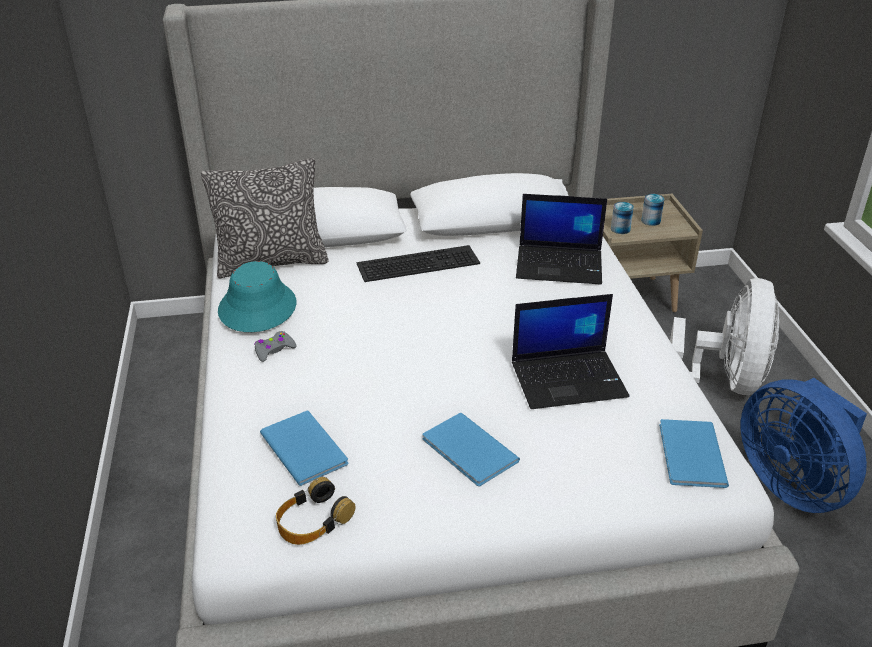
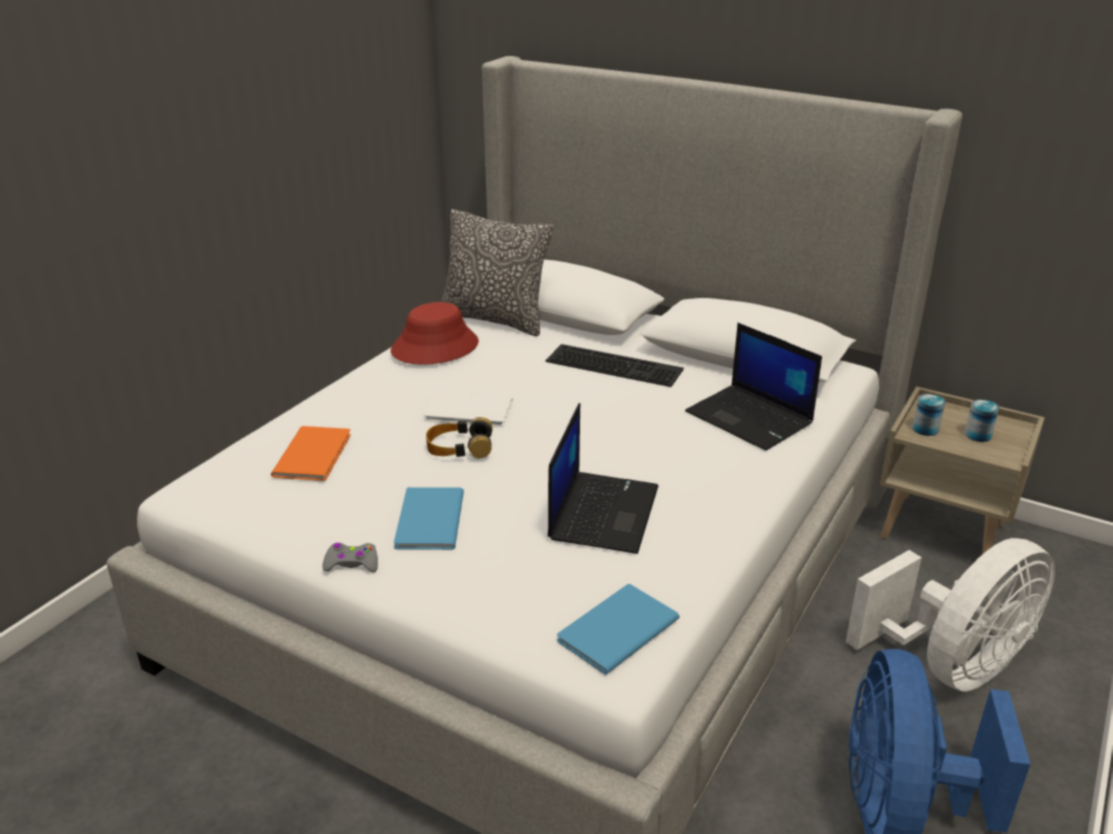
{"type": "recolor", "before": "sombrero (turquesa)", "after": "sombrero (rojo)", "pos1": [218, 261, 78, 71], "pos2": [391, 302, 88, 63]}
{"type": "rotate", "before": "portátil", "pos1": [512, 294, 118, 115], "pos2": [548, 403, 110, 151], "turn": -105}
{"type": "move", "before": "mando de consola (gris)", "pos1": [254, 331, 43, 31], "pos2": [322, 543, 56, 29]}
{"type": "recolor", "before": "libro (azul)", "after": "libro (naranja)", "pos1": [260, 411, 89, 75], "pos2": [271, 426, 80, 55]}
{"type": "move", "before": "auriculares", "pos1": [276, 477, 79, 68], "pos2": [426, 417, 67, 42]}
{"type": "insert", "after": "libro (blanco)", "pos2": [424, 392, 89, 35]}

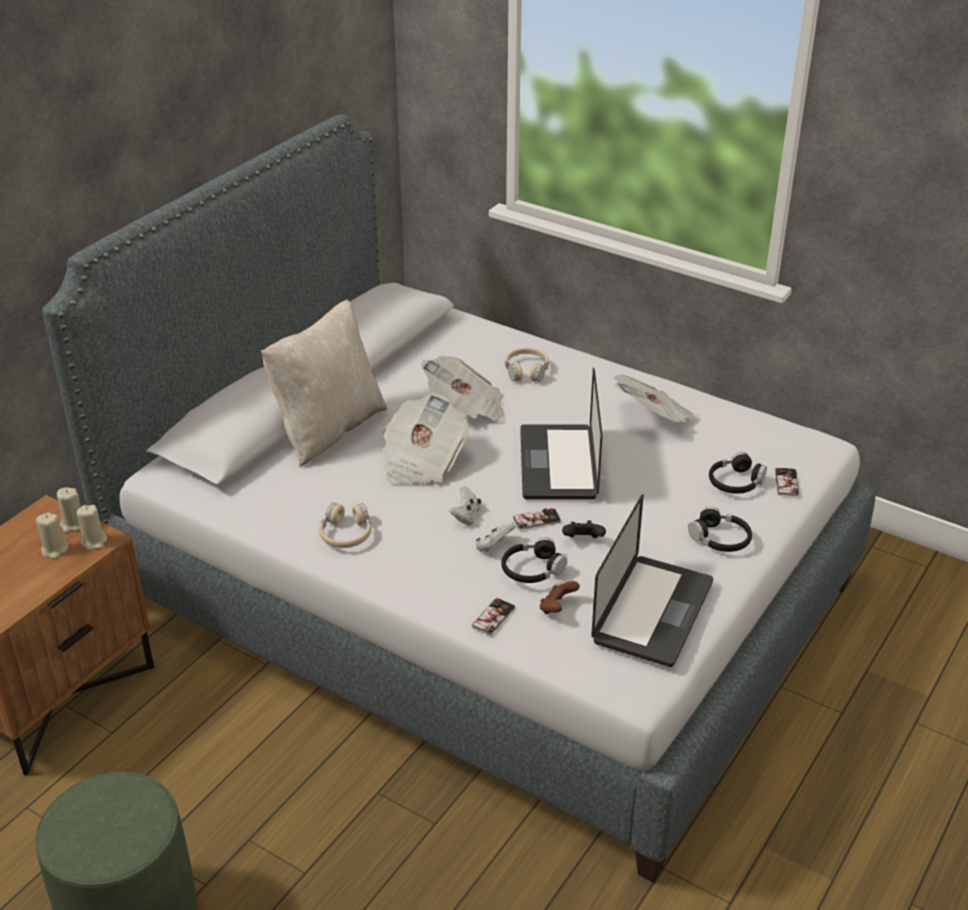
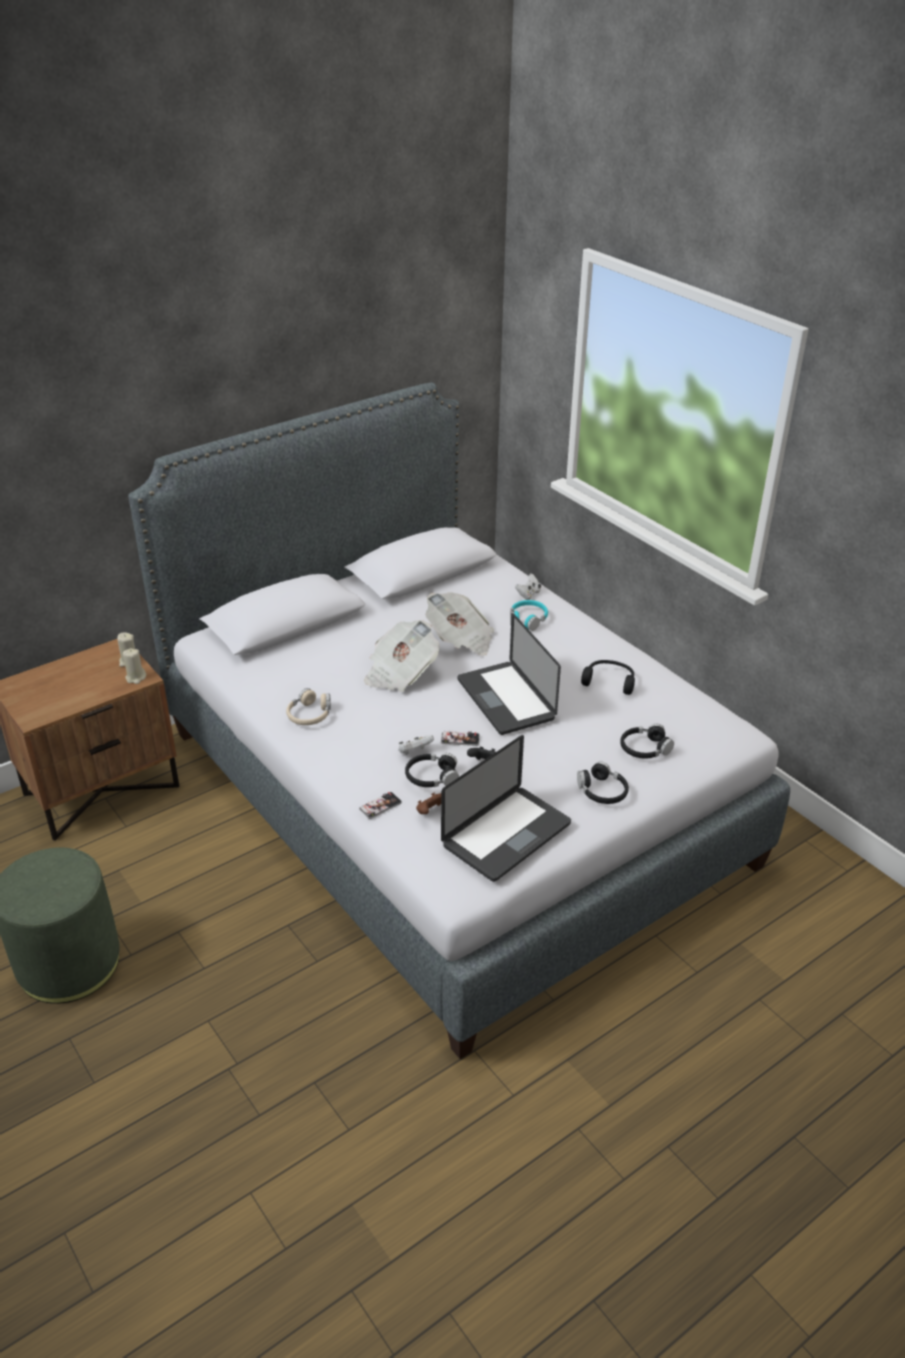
{"type": "delete", "before": "cojín (beis)", "pos1": [261, 300, 126, 167]}
{"type": "recolor", "before": "auriculares (beis)", "after": "auriculares (turquesa)", "pos1": [505, 348, 44, 34], "pos2": [510, 600, 38, 31]}
{"type": "rotate", "before": "portátil", "pos1": [520, 367, 83, 133], "pos2": [458, 613, 103, 122], "turn": -45}
{"type": "replace", "before": "periódico", "after": "auriculares (negro)", "pos1": [614, 375, 86, 48], "pos2": [581, 660, 54, 35]}
{"type": "delete", "before": "móvil", "pos1": [775, 468, 24, 28]}
{"type": "move", "before": "mando de consola (blanco)", "pos1": [450, 486, 31, 40], "pos2": [515, 573, 26, 27]}
{"type": "delete", "before": "vela (beis)", "pos1": [36, 512, 33, 47]}

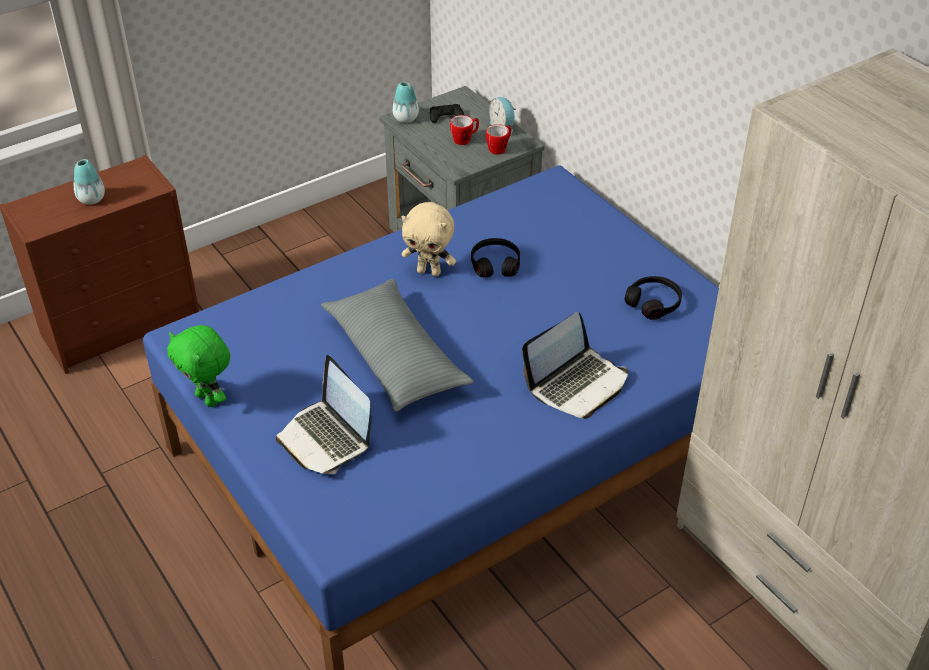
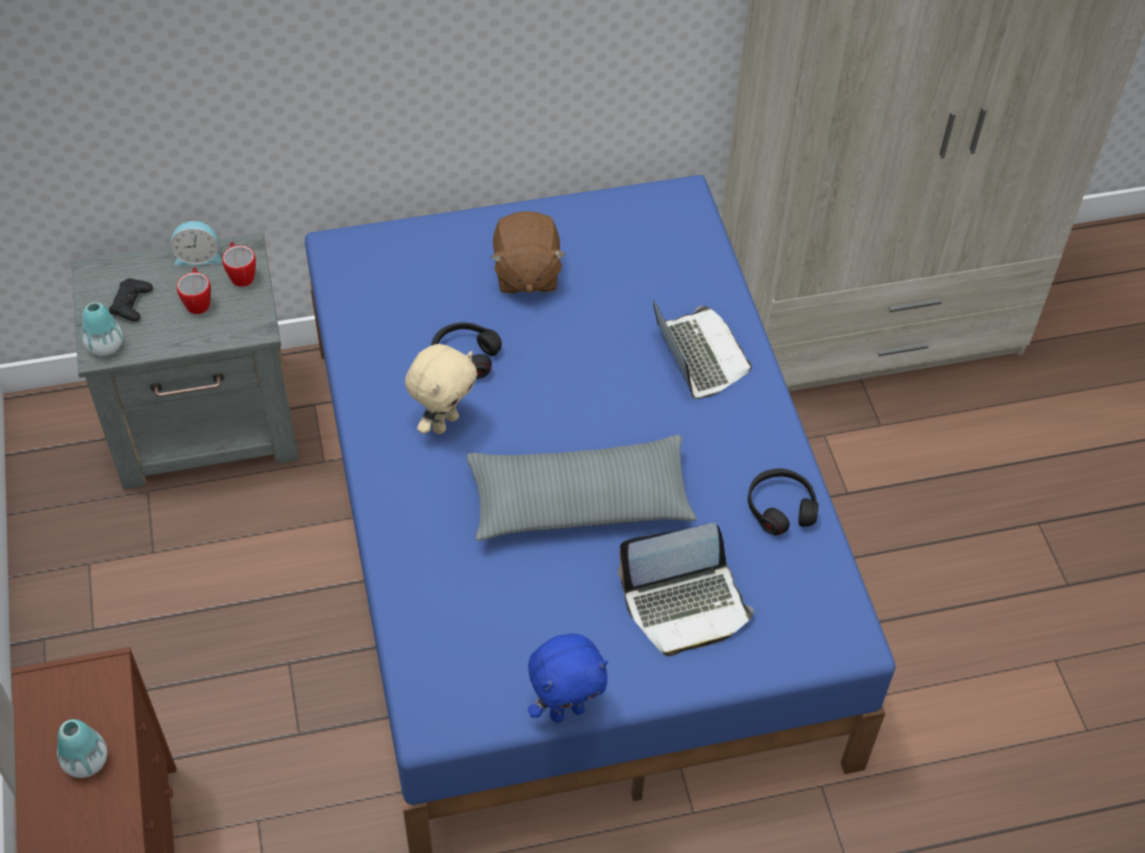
{"type": "move", "before": "auriculares (negro)", "pos1": [624, 276, 58, 44], "pos2": [748, 468, 70, 67]}
{"type": "recolor", "before": "peluche (verde)", "after": "peluche (azul)", "pos1": [167, 325, 63, 82], "pos2": [528, 634, 80, 89]}
{"type": "insert", "after": "peluche (marrón)", "pos2": [491, 211, 74, 83]}

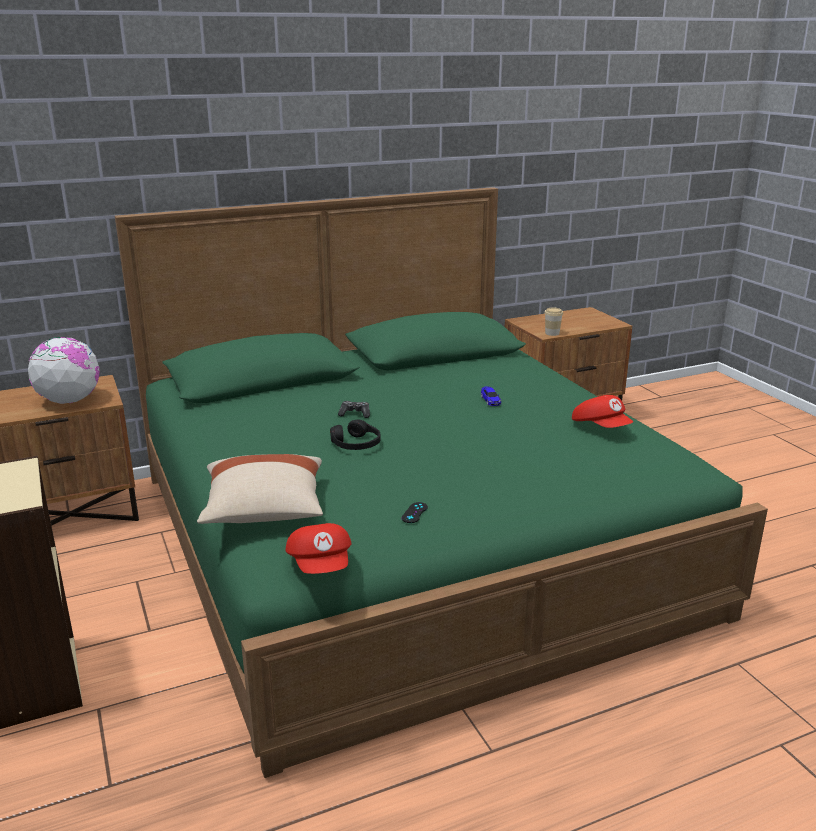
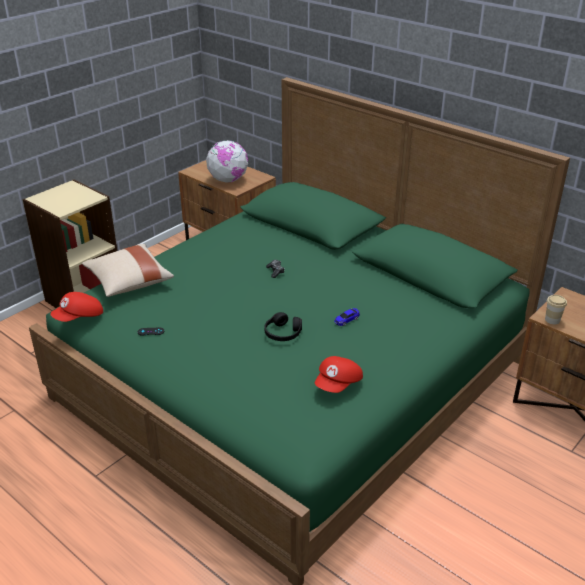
{"type": "move", "before": "auriculares (negro)", "pos1": [330, 420, 51, 30], "pos2": [264, 312, 38, 29]}

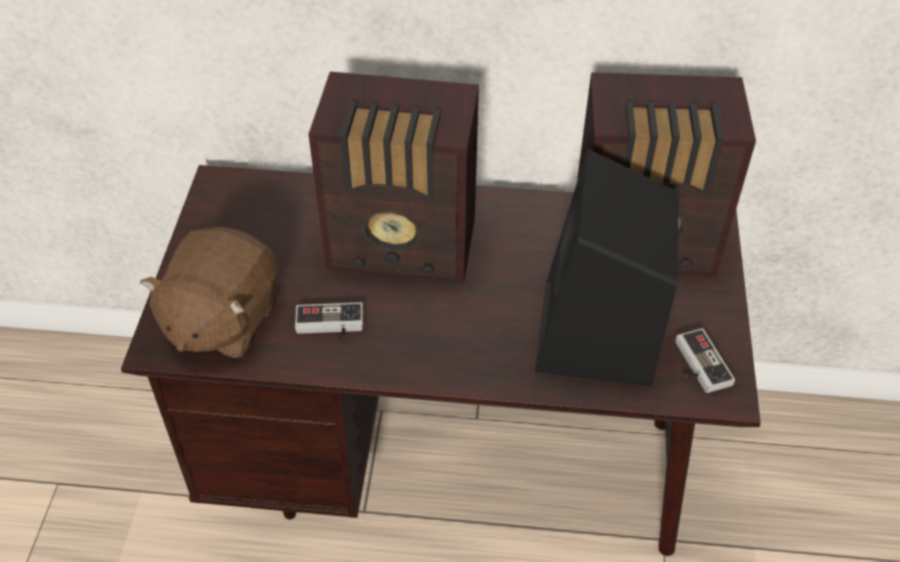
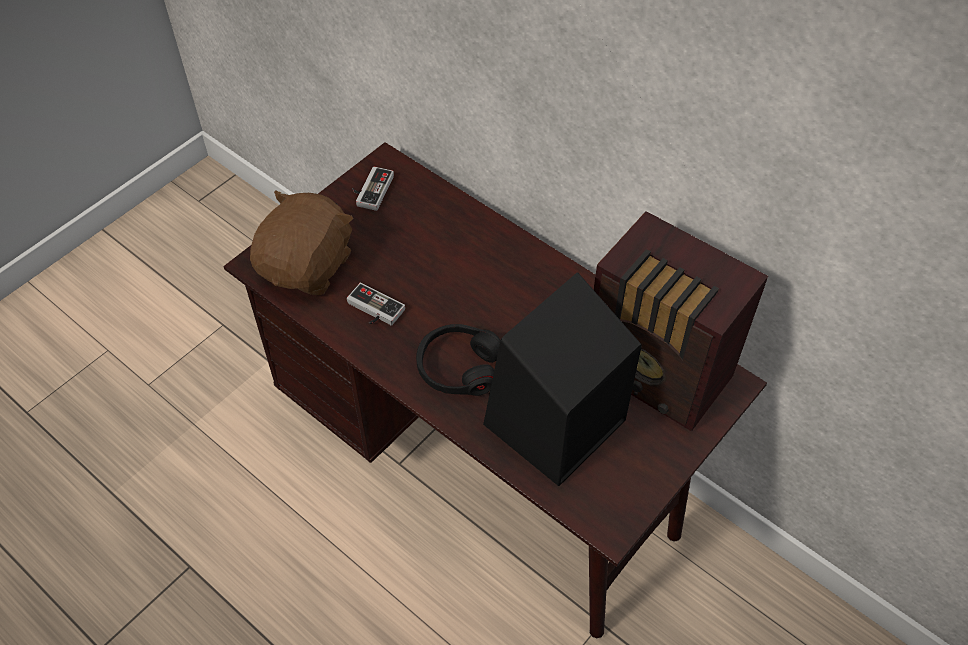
{"type": "delete", "before": "radio", "pos1": [309, 72, 170, 211]}
{"type": "rotate", "before": "peluche (marrón)", "pos1": [140, 227, 137, 131], "pos2": [250, 190, 103, 105], "turn": 150}
{"type": "move", "before": "mando de consola", "pos1": [676, 328, 59, 65], "pos2": [352, 167, 42, 44]}
{"type": "insert", "after": "auriculares (negro)", "pos2": [416, 324, 85, 72]}

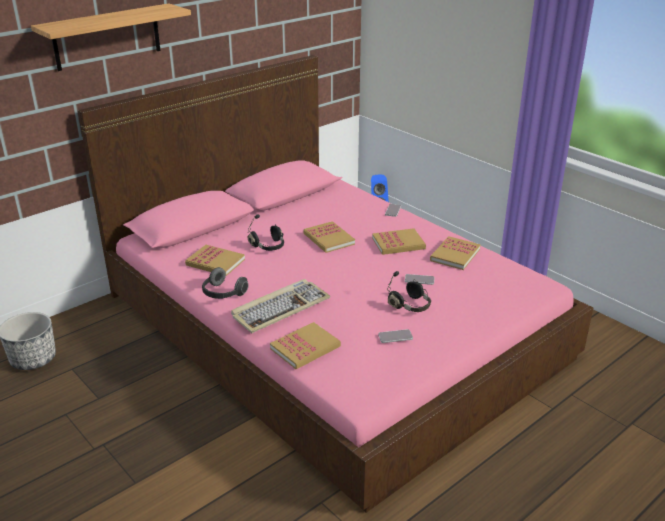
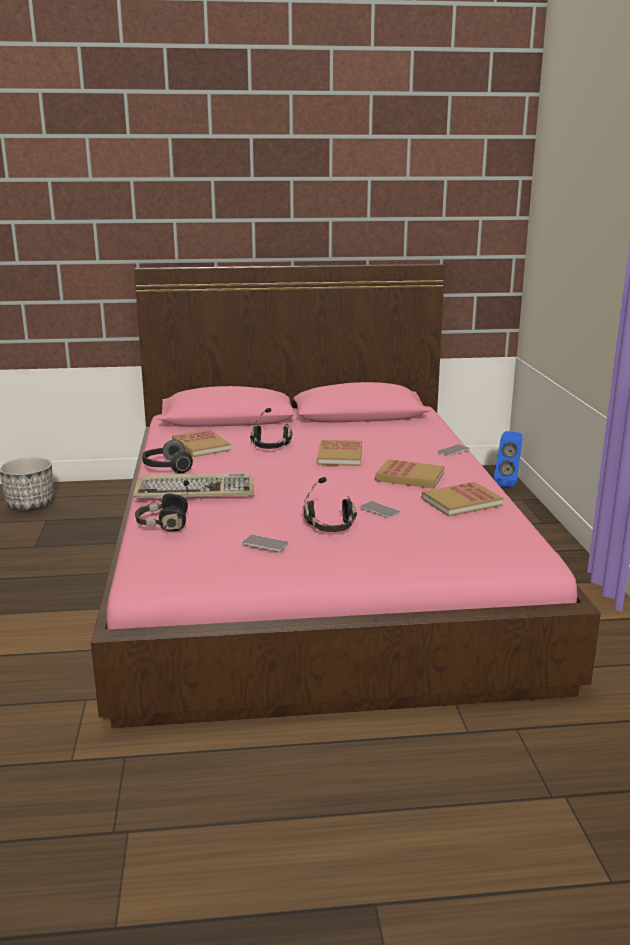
{"type": "delete", "before": "estante", "pos1": [31, 3, 160, 68]}
{"type": "replace", "before": "libro", "after": "auriculares (negro)", "pos1": [270, 322, 71, 47], "pos2": [135, 480, 54, 51]}

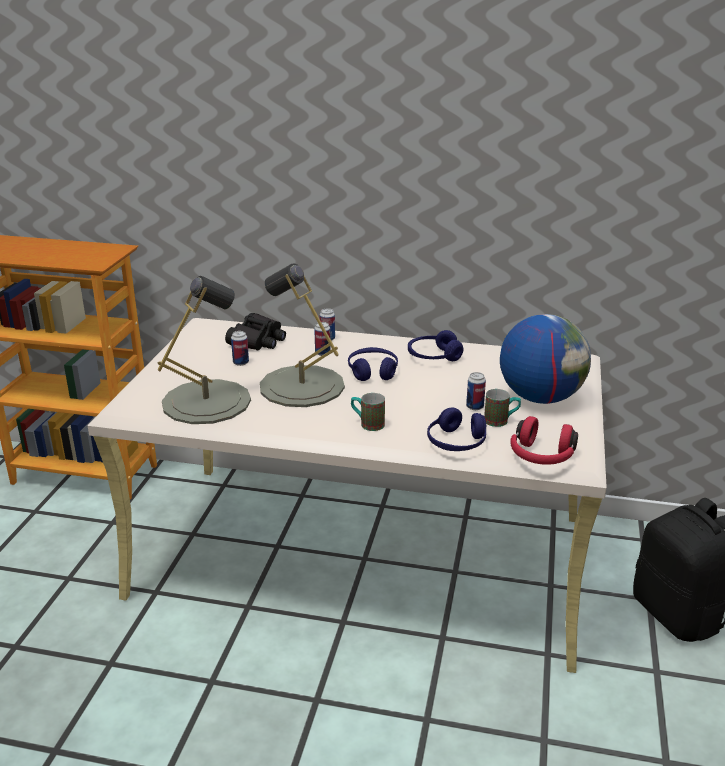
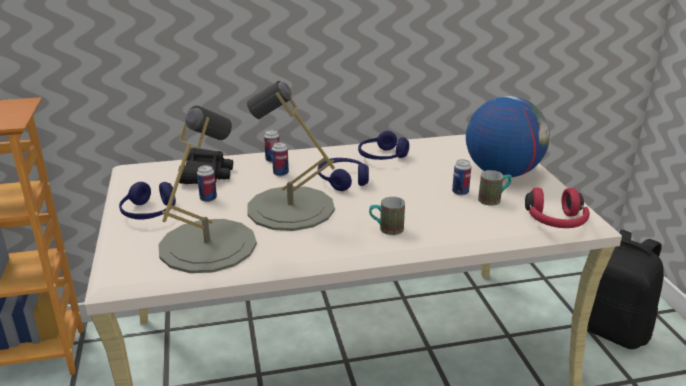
{"type": "move", "before": "auriculares (azul)", "pos1": [427, 407, 59, 44], "pos2": [119, 182, 57, 38]}

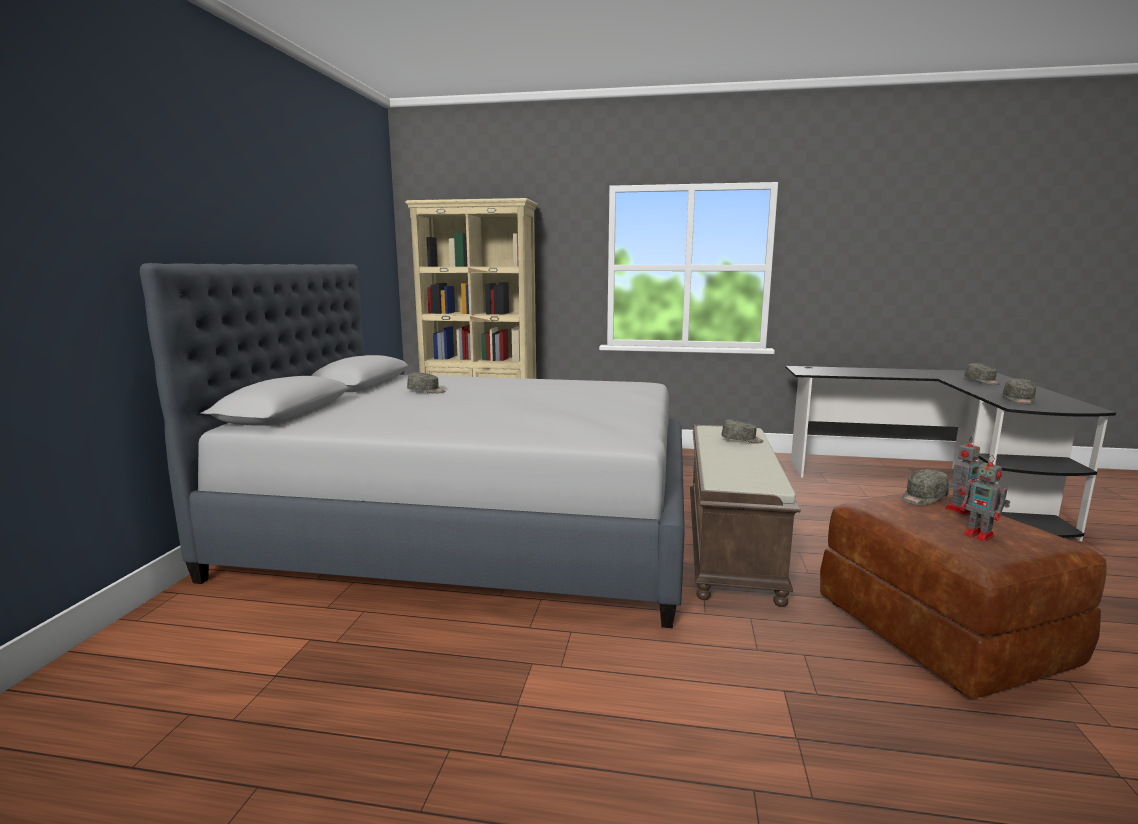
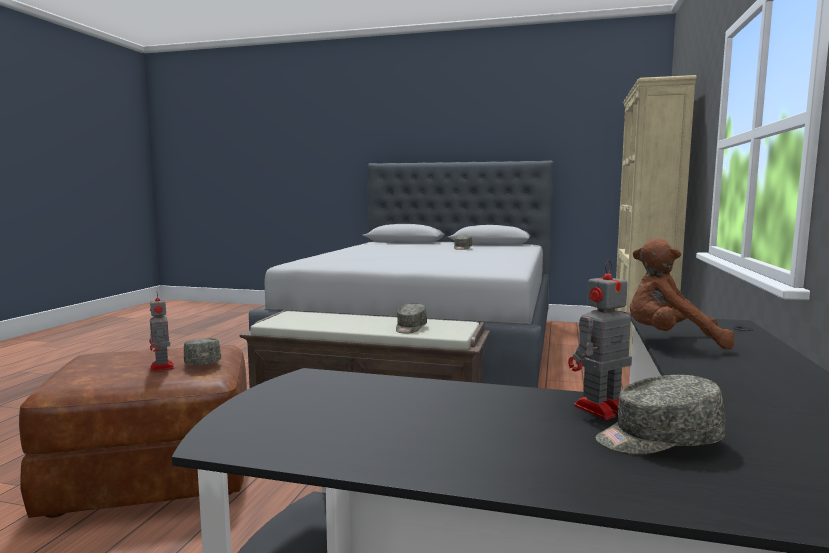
{"type": "delete", "before": "gorra (gris)", "pos1": [1003, 379, 33, 25]}
{"type": "move", "before": "robot de juguete", "pos1": [961, 455, 49, 87], "pos2": [568, 260, 64, 160]}
{"type": "insert", "after": "peluche (marrón)", "pos2": [630, 238, 104, 111]}

